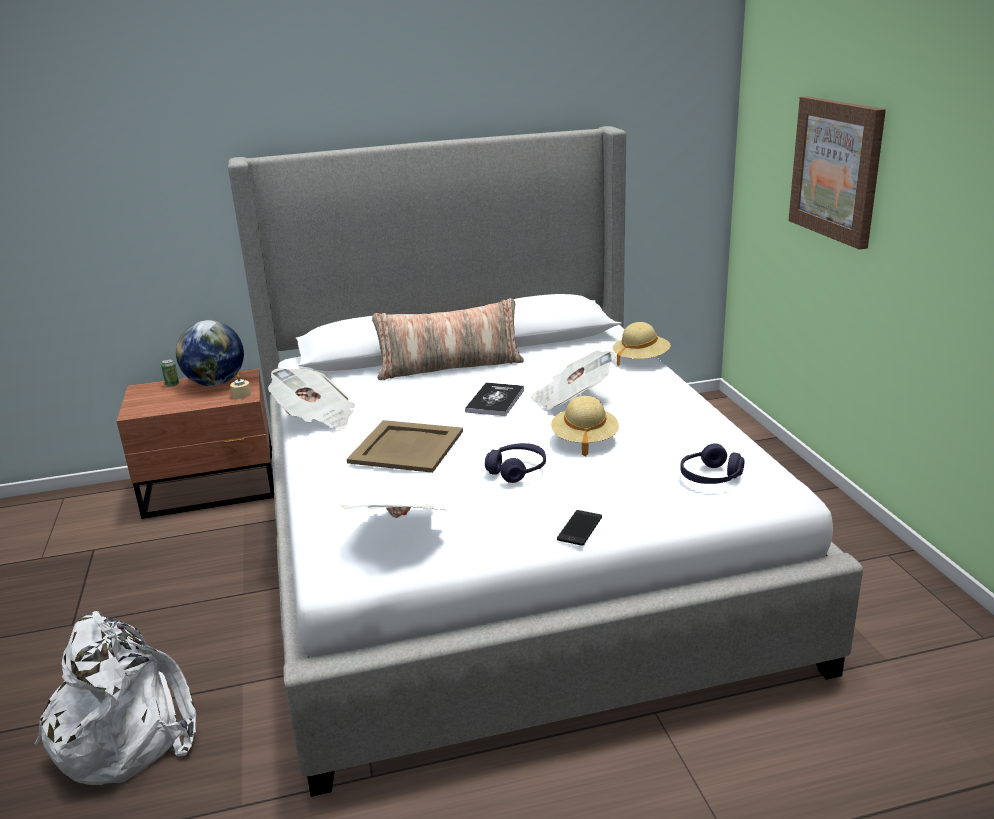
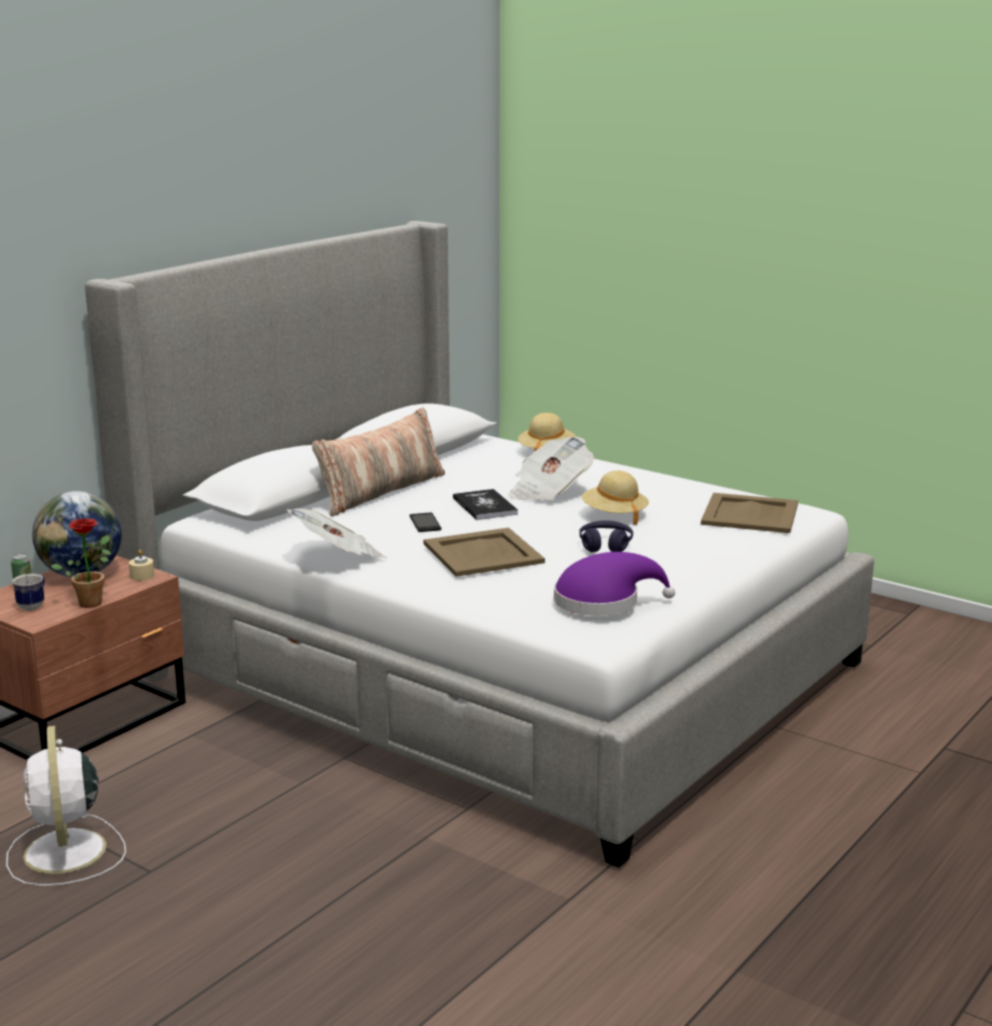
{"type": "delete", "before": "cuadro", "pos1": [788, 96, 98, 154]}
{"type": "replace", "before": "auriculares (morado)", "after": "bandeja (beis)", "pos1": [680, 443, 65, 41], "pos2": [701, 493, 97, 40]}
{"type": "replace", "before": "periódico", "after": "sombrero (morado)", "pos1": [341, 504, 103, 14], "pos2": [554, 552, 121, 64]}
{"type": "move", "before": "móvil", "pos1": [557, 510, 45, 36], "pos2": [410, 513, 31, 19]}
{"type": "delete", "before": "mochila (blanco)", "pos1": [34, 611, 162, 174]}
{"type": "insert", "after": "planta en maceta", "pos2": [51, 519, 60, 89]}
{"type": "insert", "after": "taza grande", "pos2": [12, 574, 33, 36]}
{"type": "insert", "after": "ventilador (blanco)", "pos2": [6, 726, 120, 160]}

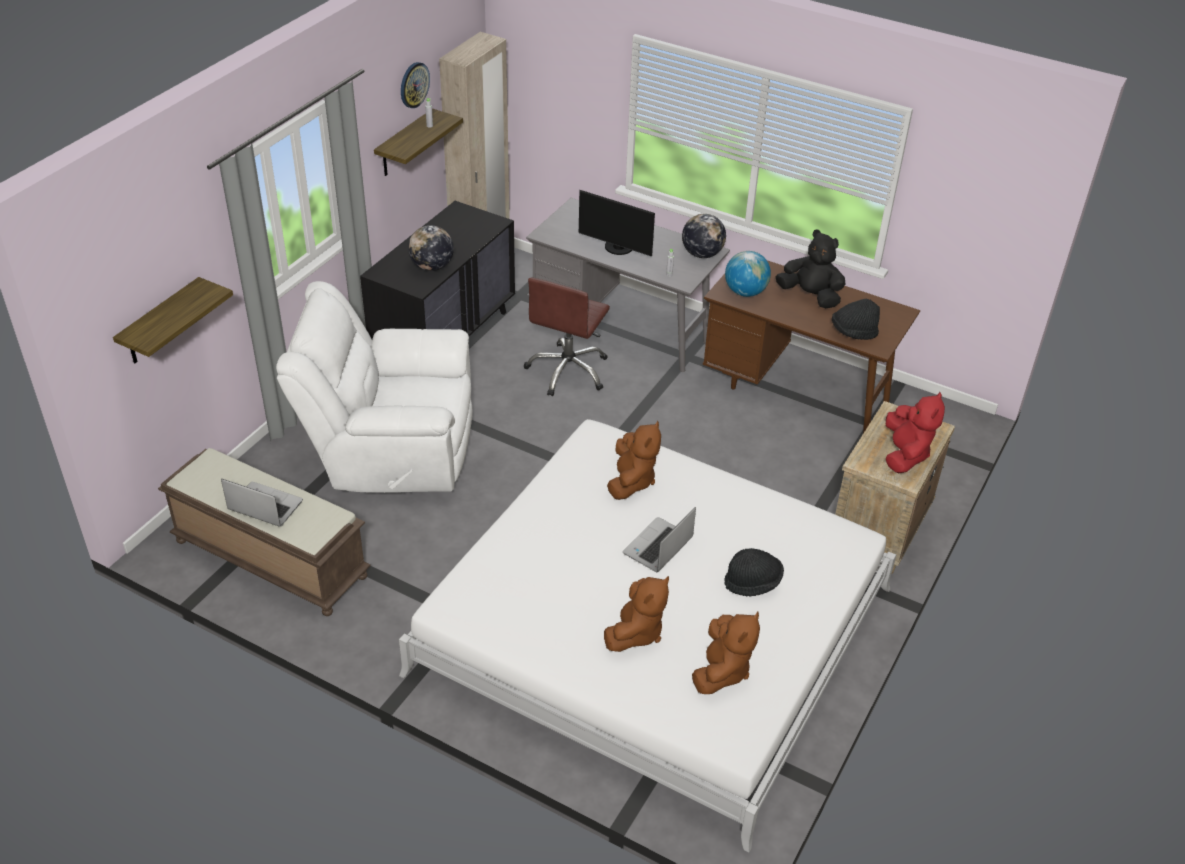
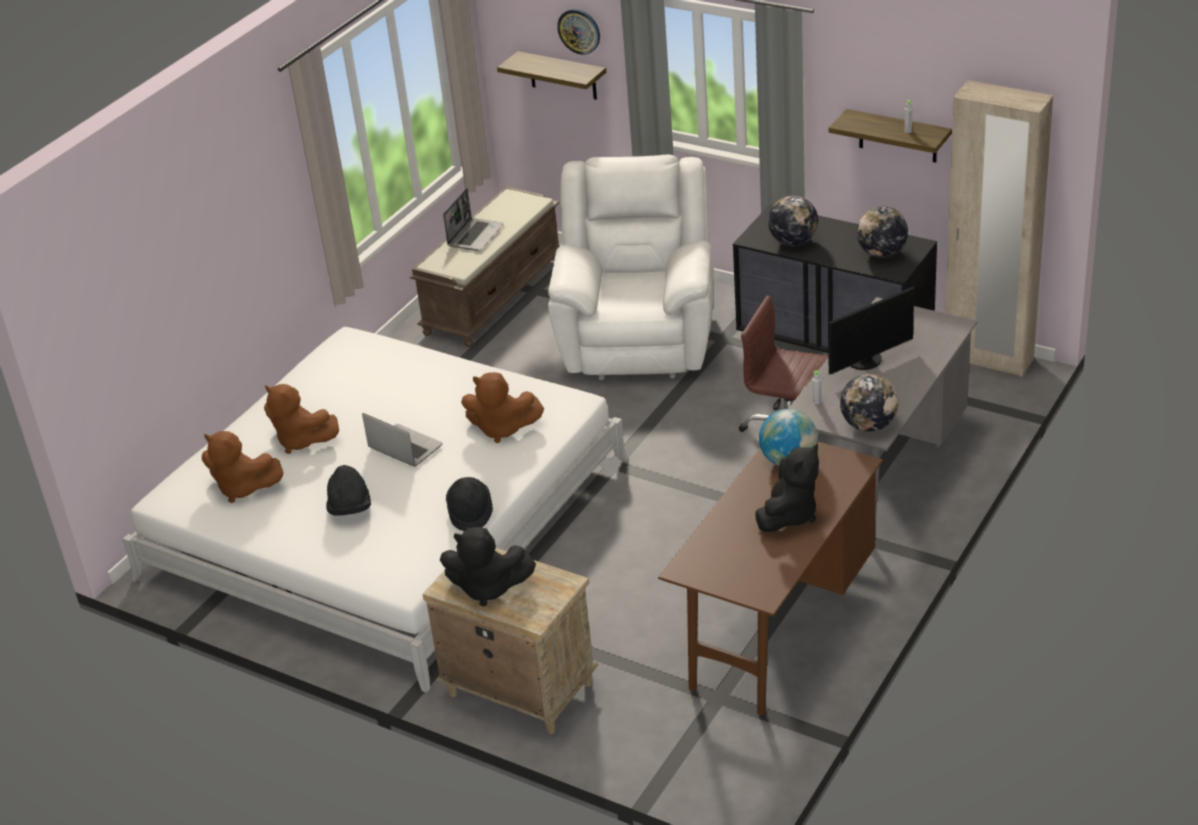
{"type": "move", "before": "reloj de pared", "pos1": [401, 62, 29, 46], "pos2": [557, 9, 43, 46]}
{"type": "rotate", "before": "monitor", "pos1": [579, 190, 76, 66], "pos2": [828, 286, 86, 88], "turn": -150}
{"type": "move", "before": "sombrero (negro)", "pos1": [832, 299, 48, 41], "pos2": [446, 477, 47, 54]}
{"type": "recolor", "before": "peluche (rojo)", "after": "peluche (negro)", "pos1": [886, 392, 59, 81], "pos2": [440, 527, 96, 79]}
{"type": "insert", "after": "globo terráqueo", "pos2": [857, 206, 51, 52]}

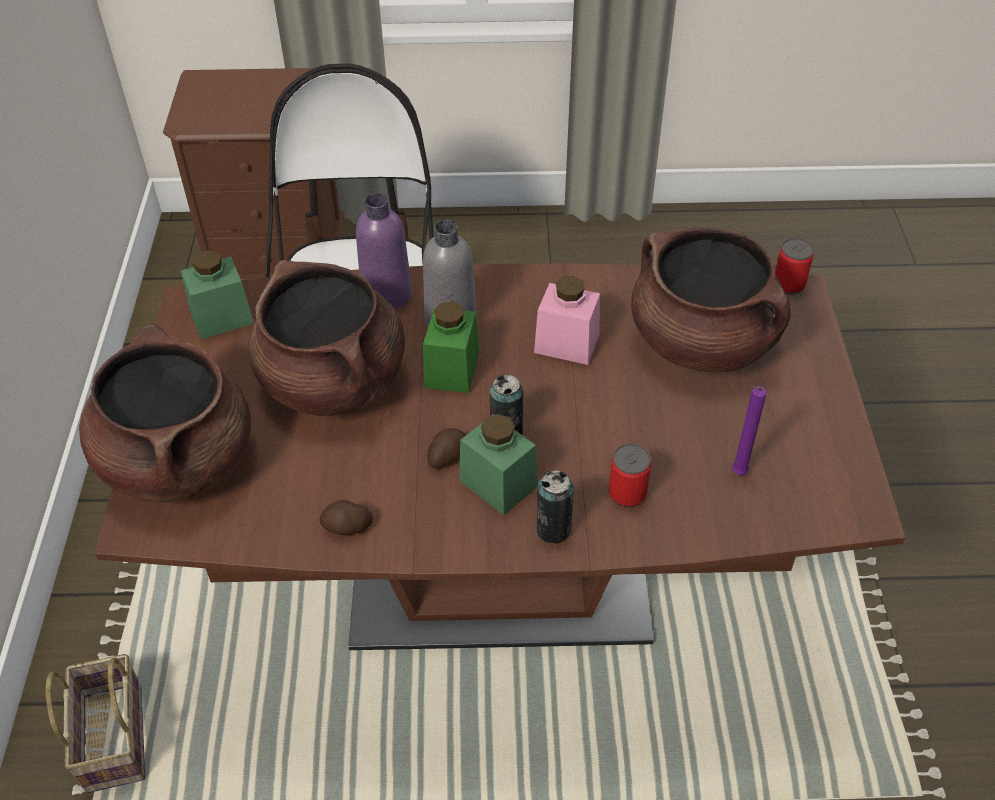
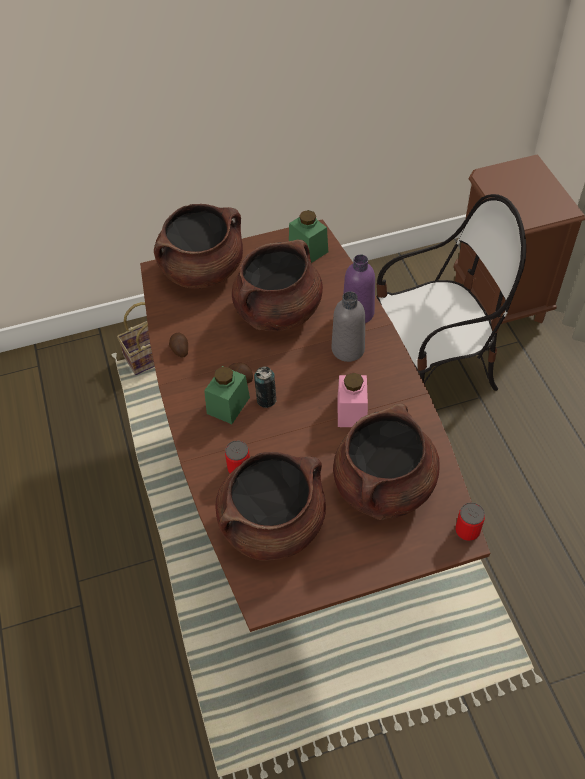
{"type": "delete", "before": "tarro (verde)", "pos1": [423, 301, 56, 92]}
{"type": "replace", "before": "vela (morado)", "after": "olla (marrón)", "pos1": [732, 386, 35, 89], "pos2": [216, 452, 110, 109]}
{"type": "delete", "before": "lata", "pos1": [537, 470, 37, 74]}

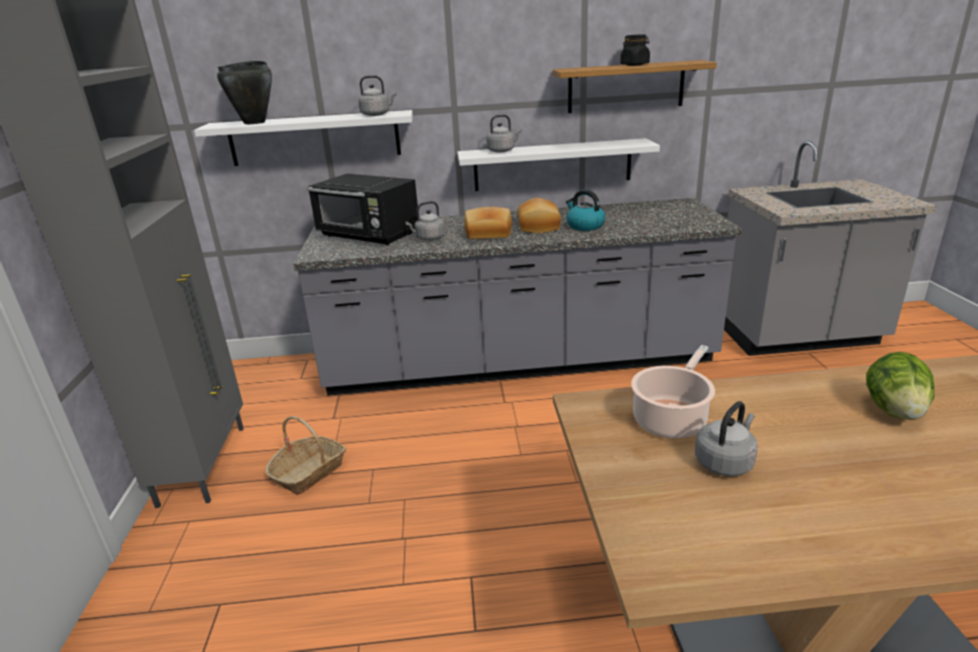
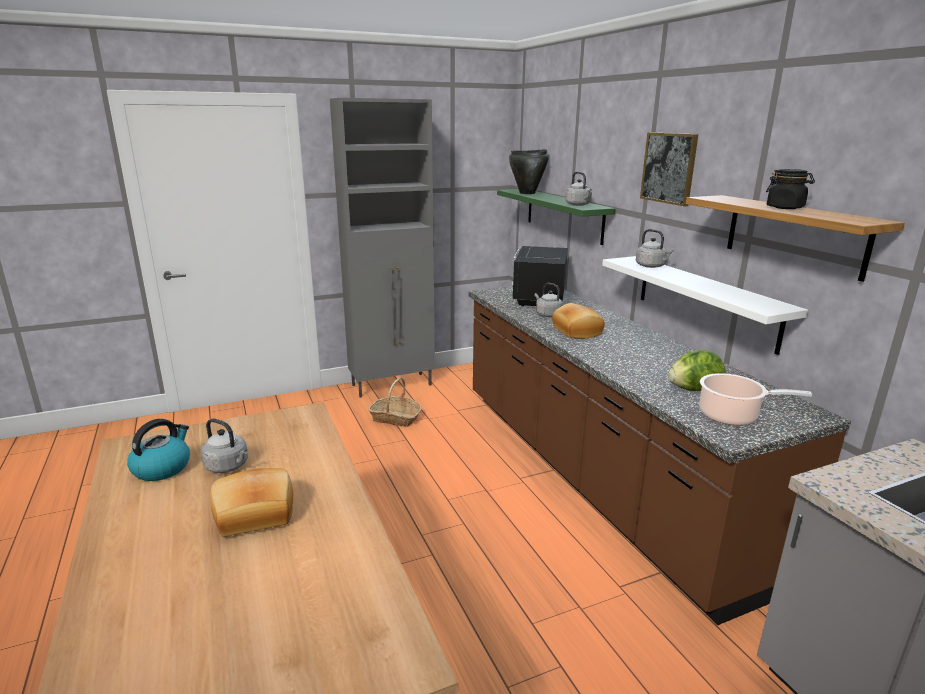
{"type": "recolor", "before": "estante (blanco)", "after": "estante (verde)", "pos1": [194, 110, 219, 56], "pos2": [497, 189, 118, 56]}
{"type": "move", "before": "hervidor", "pos1": [566, 190, 39, 41], "pos2": [127, 419, 63, 62]}
{"type": "recolor", "before": "mueble bajo de cocina (gris)", "after": "mueble bajo de cocina (marrón)", "pos1": [293, 198, 449, 198], "pos2": [468, 286, 383, 339]}
{"type": "move", "before": "pan", "pos1": [517, 198, 44, 35], "pos2": [210, 468, 83, 69]}
{"type": "move", "before": "olla", "pos1": [631, 345, 84, 94], "pos2": [699, 373, 113, 53]}
{"type": "move", "before": "lechuga", "pos1": [866, 352, 68, 68], "pos2": [668, 350, 58, 41]}
{"type": "insert", "after": "cuadro", "pos2": [640, 132, 58, 75]}

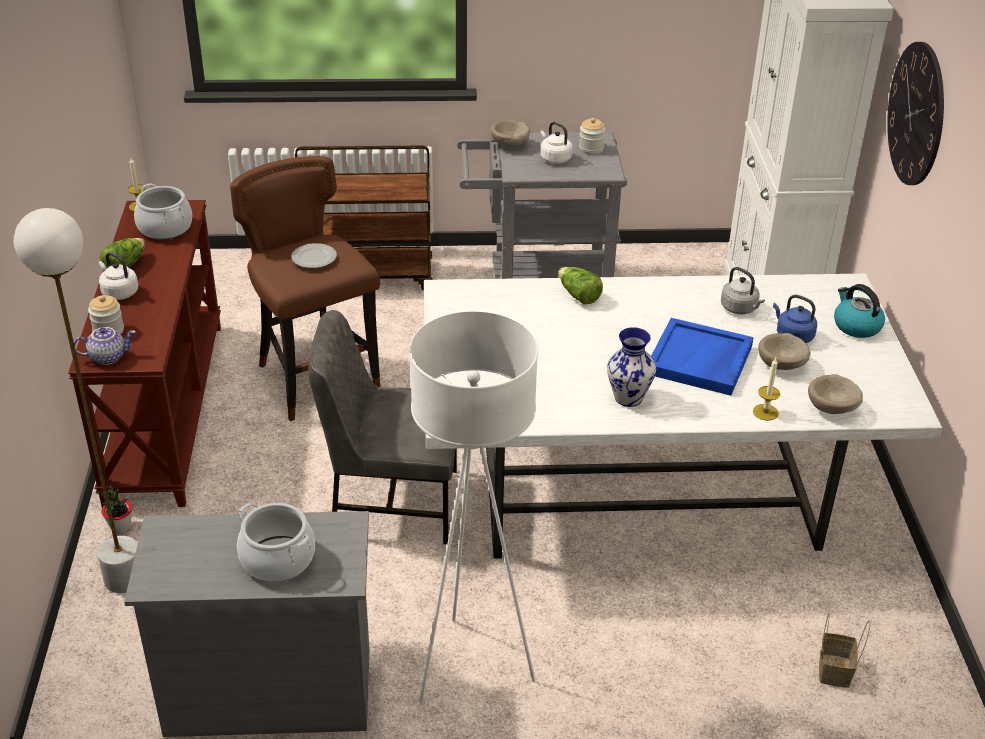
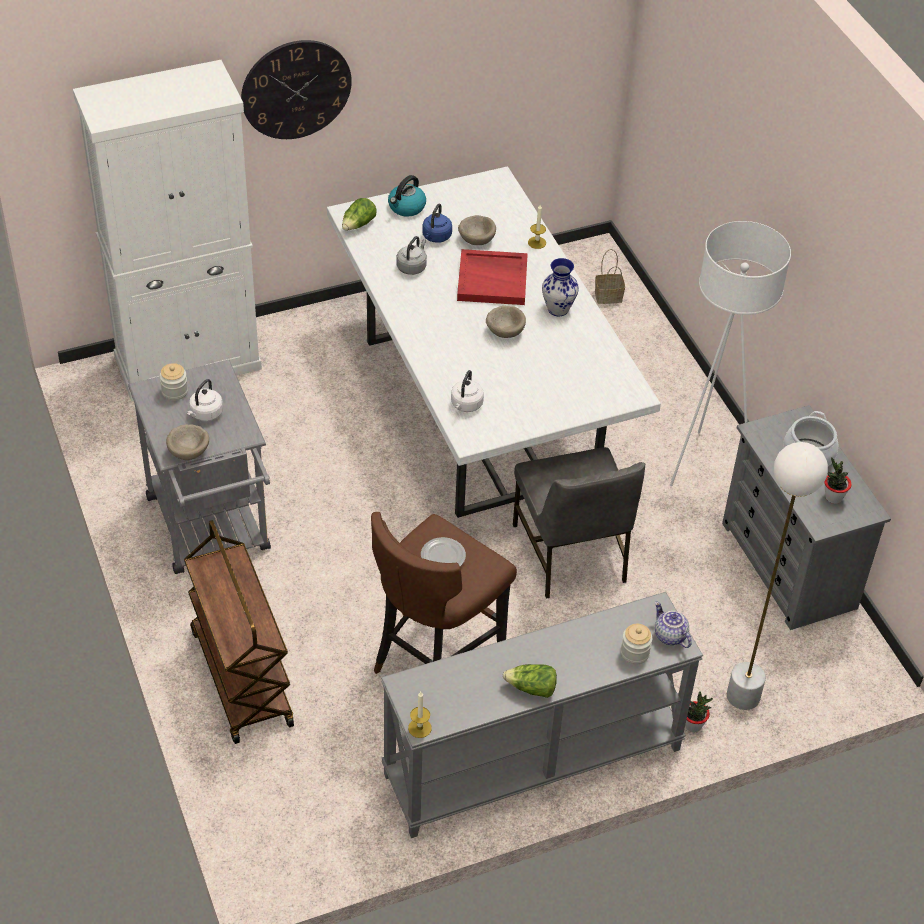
{"type": "delete", "before": "olla", "pos1": [134, 183, 58, 57]}
{"type": "recolor", "before": "mesa consola (marrón)", "after": "mesa consola (gris)", "pos1": [68, 200, 153, 308], "pos2": [381, 592, 322, 246]}
{"type": "move", "before": "hervidor (blanco)", "pos1": [99, 252, 39, 48], "pos2": [451, 370, 33, 42]}
{"type": "move", "before": "lechuga", "pos1": [559, 267, 44, 37], "pos2": [342, 198, 34, 32]}
{"type": "recolor", "before": "bandeja (azul)", "after": "bandeja (rojo)", "pos1": [651, 318, 103, 78], "pos2": [457, 249, 71, 56]}
{"type": "move", "before": "cuenco (beis)", "pos1": [808, 374, 55, 40], "pos2": [486, 306, 40, 32]}
{"type": "insert", "after": "planta en maceta", "pos2": [825, 458, 27, 46]}

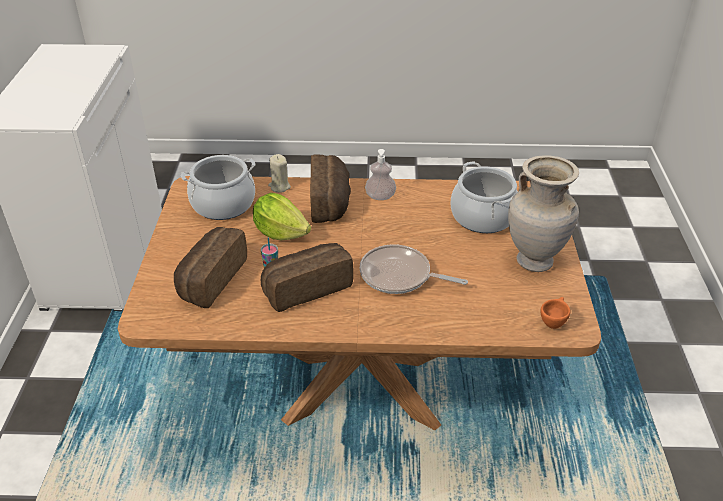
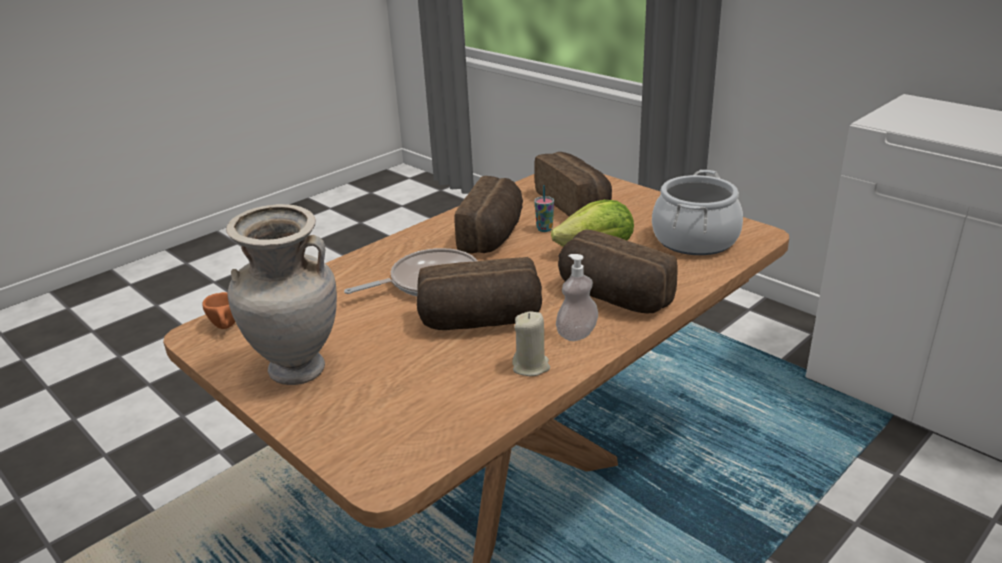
{"type": "move", "before": "vela (beis)", "pos1": [268, 154, 23, 39], "pos2": [512, 311, 38, 65]}
{"type": "delete", "before": "olla", "pos1": [451, 162, 67, 71]}
{"type": "insert", "after": "pan", "pos2": [416, 257, 126, 73]}

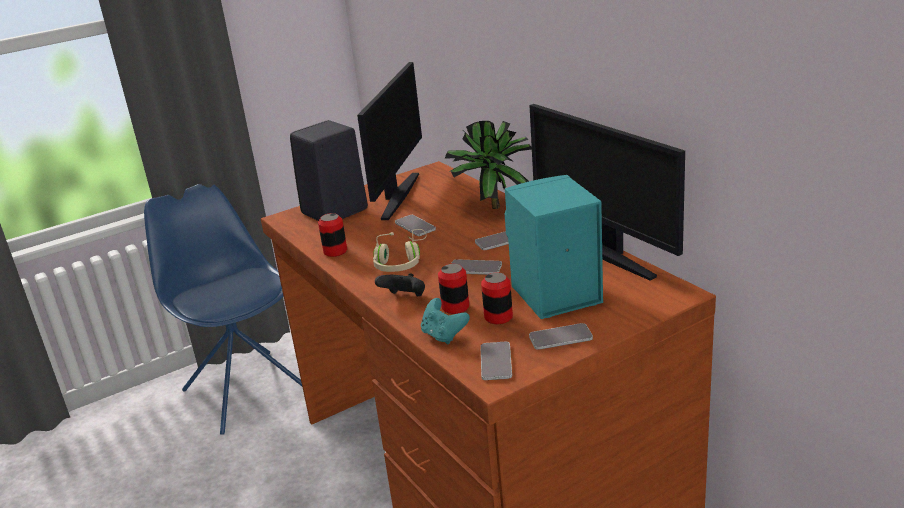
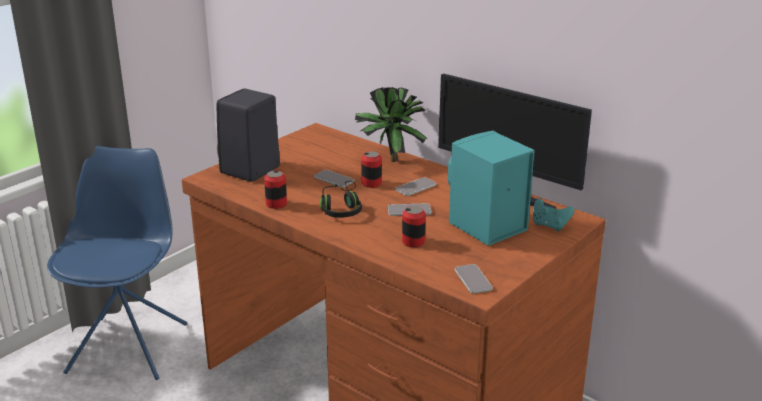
{"type": "delete", "before": "monitor", "pos1": [357, 62, 65, 158]}
{"type": "rotate", "before": "silla (azul)", "pos1": [144, 184, 158, 251], "pos2": [47, 146, 140, 234], "turn": 60}
{"type": "recolor", "before": "auriculares (beis)", "after": "auriculares (negro)", "pos1": [373, 229, 54, 43], "pos2": [320, 181, 42, 37]}
{"type": "move", "before": "lata", "pos1": [481, 272, 32, 52], "pos2": [361, 151, 21, 37]}
{"type": "delete", "before": "mando de consola (negro)", "pos1": [375, 273, 50, 23]}
{"type": "move", "before": "mando de consola (turquesa)", "pos1": [421, 298, 49, 46], "pos2": [533, 198, 41, 33]}
{"type": "delete", "before": "móvil", "pos1": [529, 323, 64, 27]}

